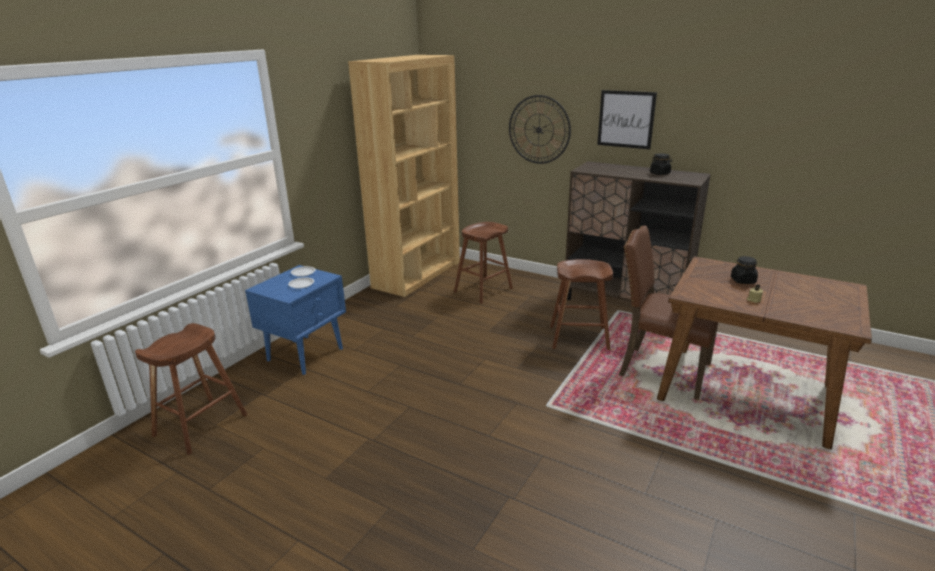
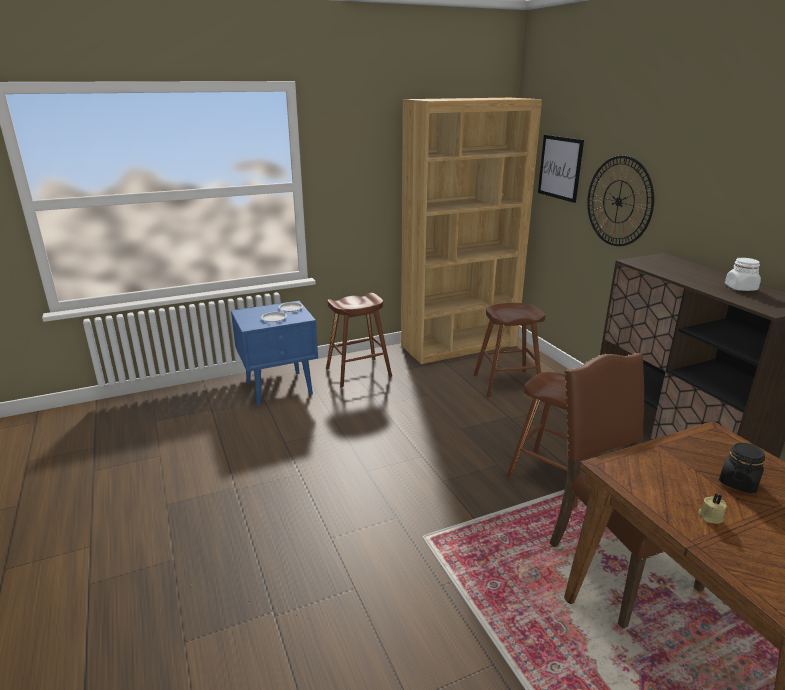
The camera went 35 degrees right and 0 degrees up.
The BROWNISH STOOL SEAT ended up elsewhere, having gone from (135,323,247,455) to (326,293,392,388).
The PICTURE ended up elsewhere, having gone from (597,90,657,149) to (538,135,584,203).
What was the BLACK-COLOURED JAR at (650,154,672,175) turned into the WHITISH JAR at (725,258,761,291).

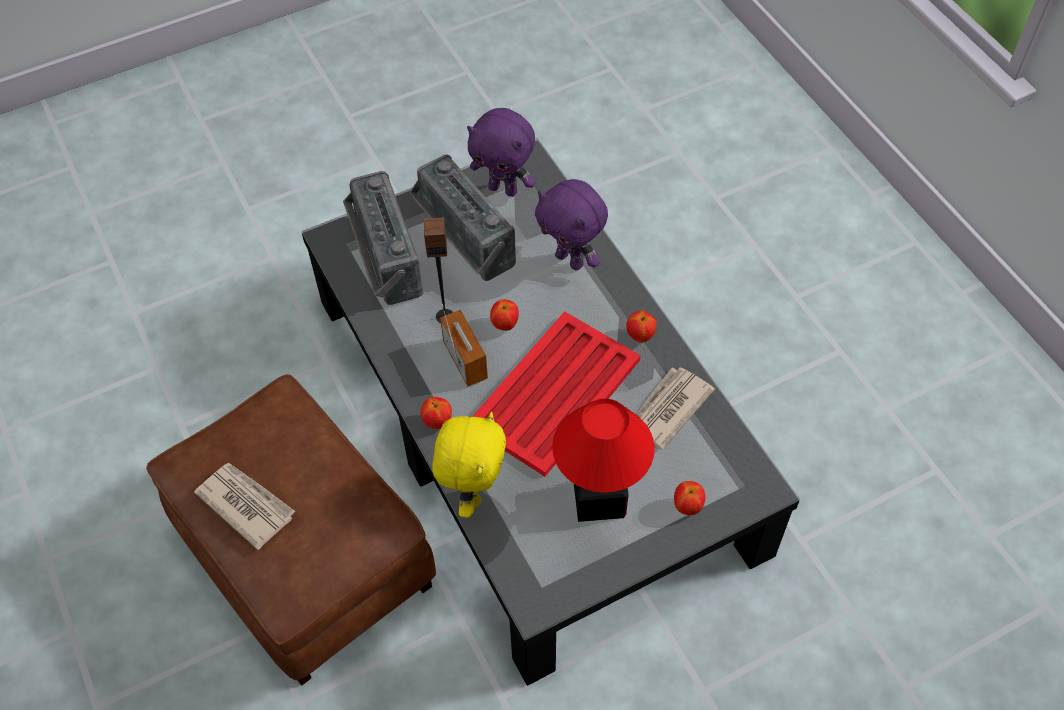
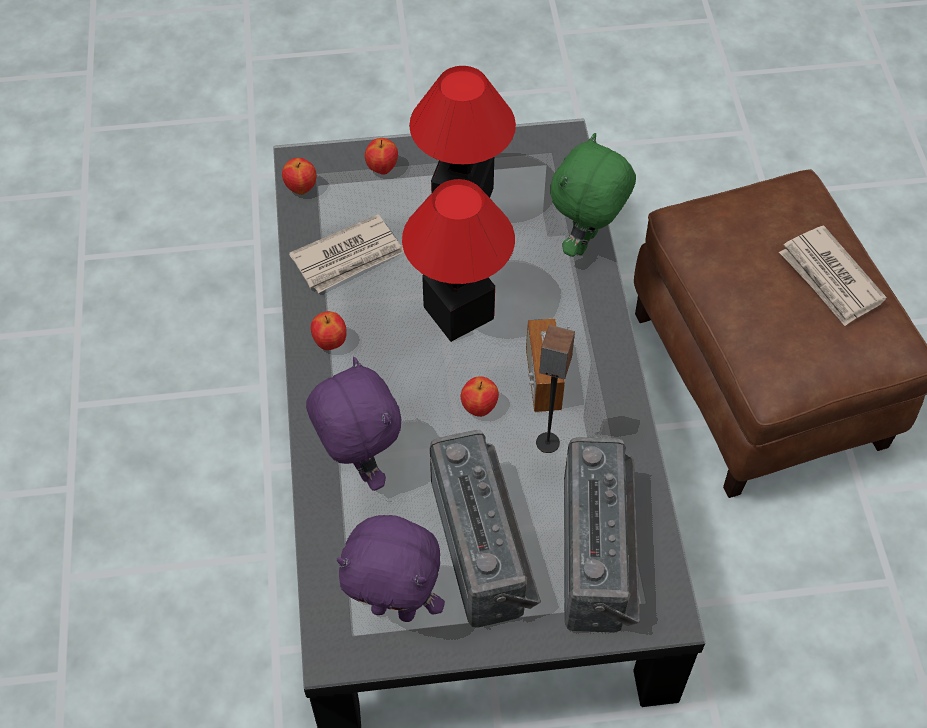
The camera went 160 degrees left and 0 degrees up.
The WHOLE APPLE ended up elsewhere, having gone from (420,397,452,429) to (282,158,316,195).
The PURPLE-COLOURED CUDDLY TOY at (467,108,536,197) ended up facing another way, 150 degrees clockwise from before.
Where the RED TRAY stood at (472,311,641,477), the TABLE LAMP came to stand at (402,179,515,342).
What was the YELLOWISH CUDDLY TOY at (432,412,506,518) turned into the GREENISH CUDDLY TOY at (550,133,636,257).

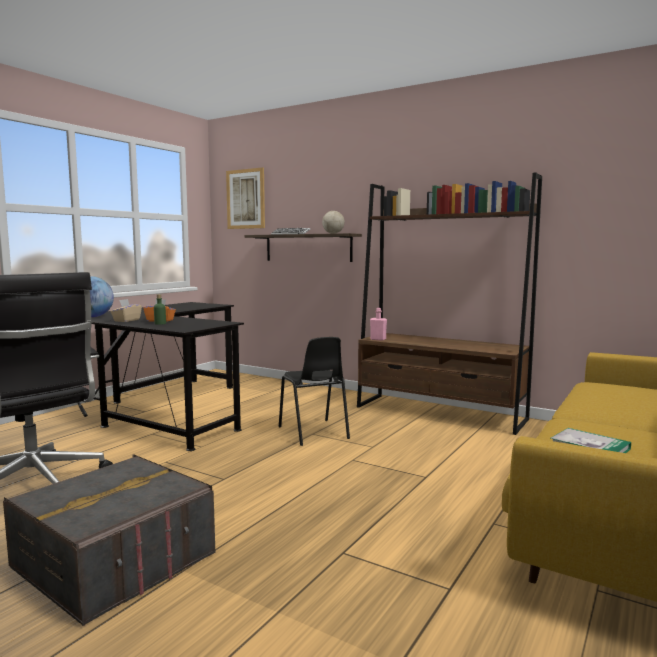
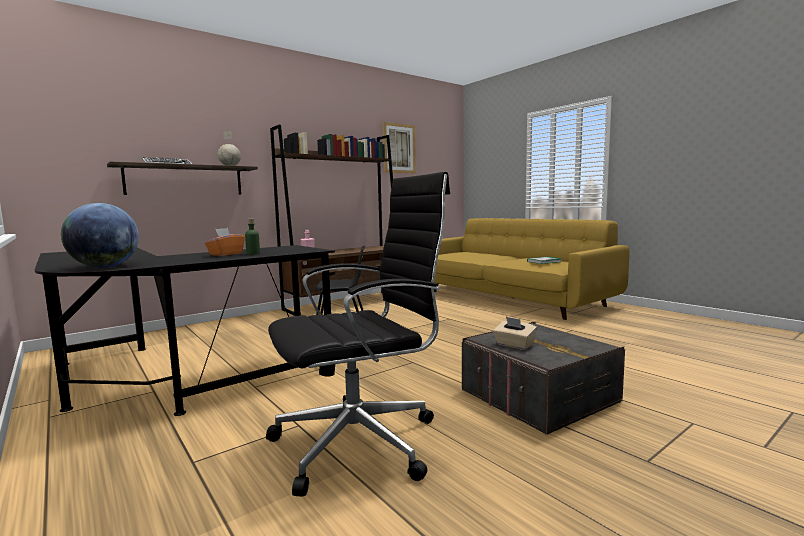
The camera went 70 degrees left and 0 degrees up.
The PICTURE ended up elsewhere, having gone from (226,167,265,229) to (383,122,416,173).
The BEIGE-COLOURED BOX OF TISSUES ended up elsewhere, having gone from (111,299,142,322) to (493,317,537,350).

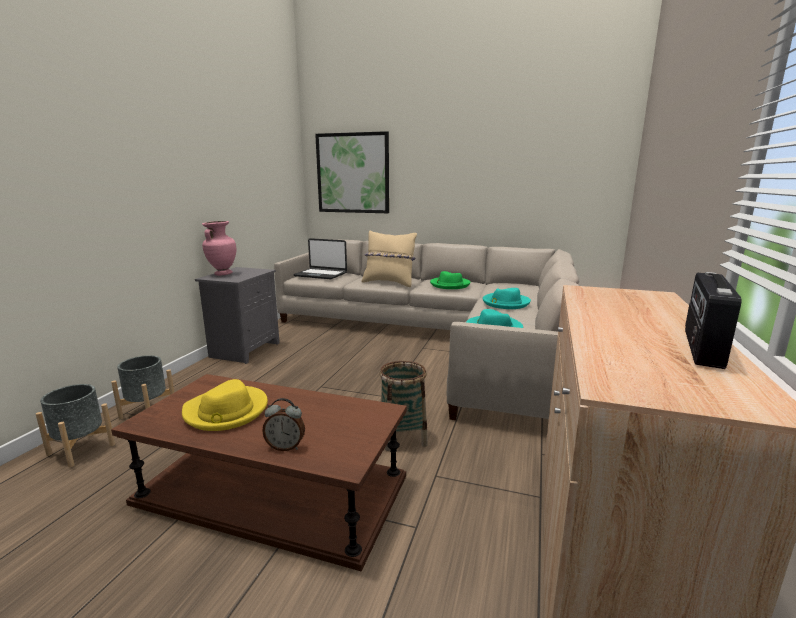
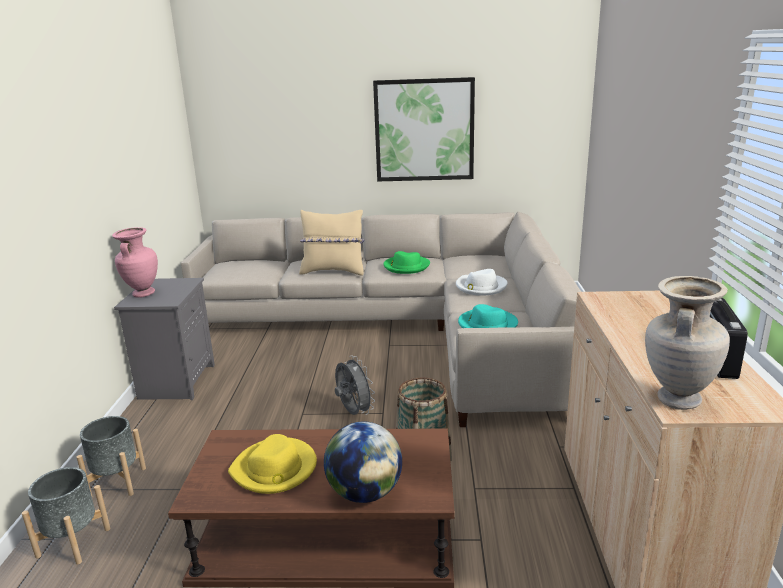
The camera went 15 degrees left and 5 degrees up.
Where the ALARM CLOCK stood at (262,398,305,451), the WORLD GLOBE came to stand at (324,422,402,503).
The second view gained the GRAY ELECTRIC FAN at (335,356,375,415).
The PICTURE ended up elsewhere, having gone from (315,131,389,213) to (373,77,475,181).
What was the TURQUOISE WEARABLE HAT at (483,288,531,309) turned into the WHITISH WEARABLE HAT at (456,269,508,296).
The second view gained the BEIGE-COLOURED DECORATIVE VASE at (645,276,730,410).
The second view lost the NOTEBOOK COMPUTER at (293,238,347,279).

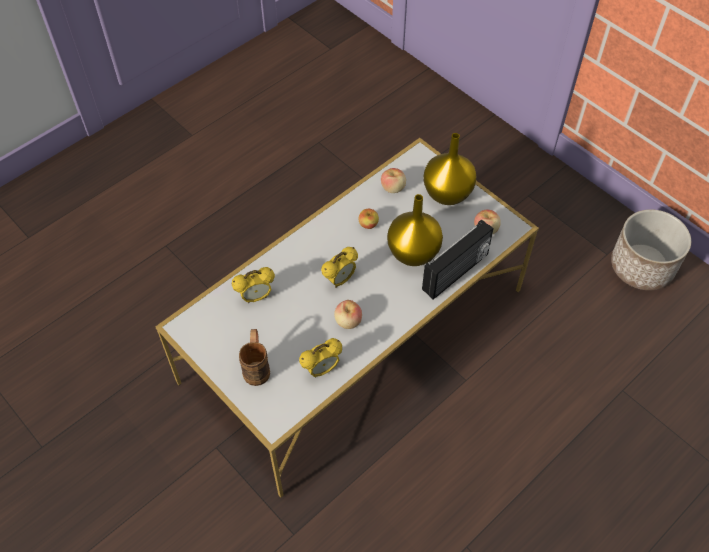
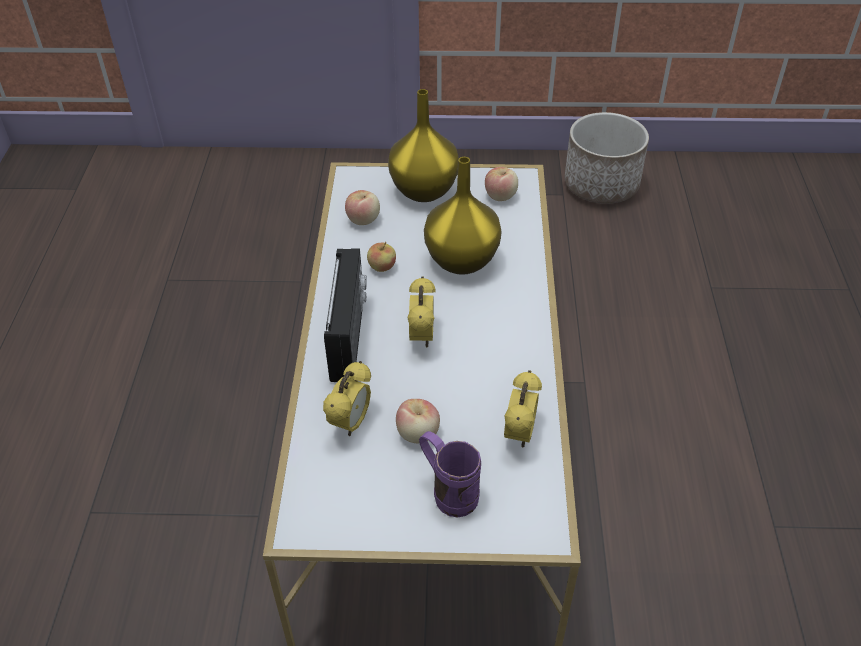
The camera went 45 degrees left and 10 degrees down.
The RADIO RECEIVER ended up elsewhere, having gone from (422,219,494,300) to (324,248,367,382).
The WHOLE APPLE ended up elsewhere, having gone from (334,300,362,329) to (396,399,440,443).
What was the BROWNISH MUG at (239,329,270,386) turned into the PURPLE-COLOURED MUG at (419,431,481,517).

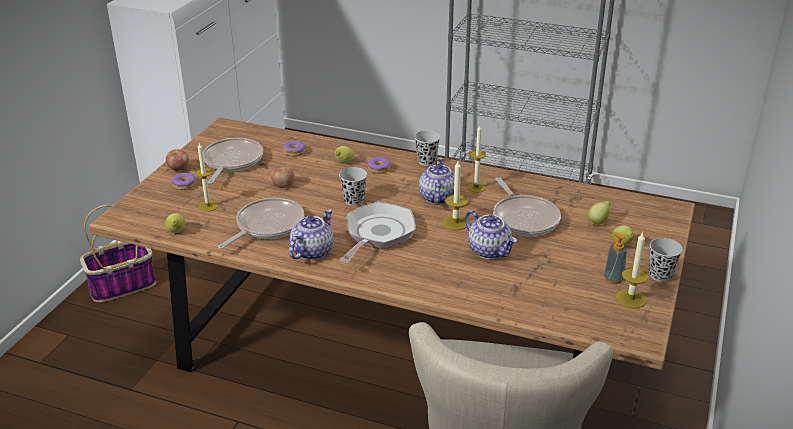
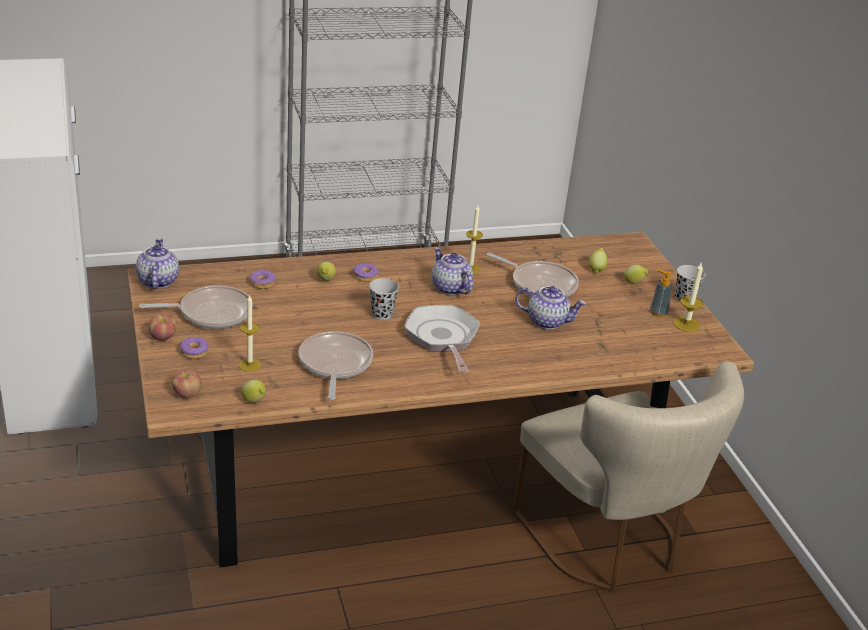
The camera went 40 degrees left and 0 degrees up.
The TEA POT ended up elsewhere, having gone from (289,209,333,260) to (136,238,179,289).
The SKILLET at (203,138,263,184) ended up facing another way, 105 degrees clockwise from before.
The WHOLE APPLE ended up elsewhere, having gone from (271,166,294,188) to (172,370,201,398).
The second view lost the HOUSEHOLD BASKET at (80,205,156,302).
The second view lost the BLACK-COLOURED DRINKING CUP at (414,130,440,166).
The second view lost the WAX CANDLE at (442,161,468,230).

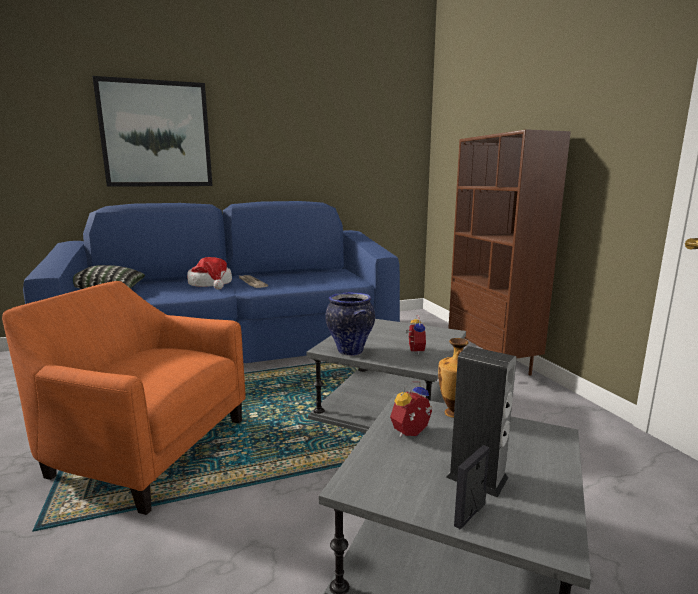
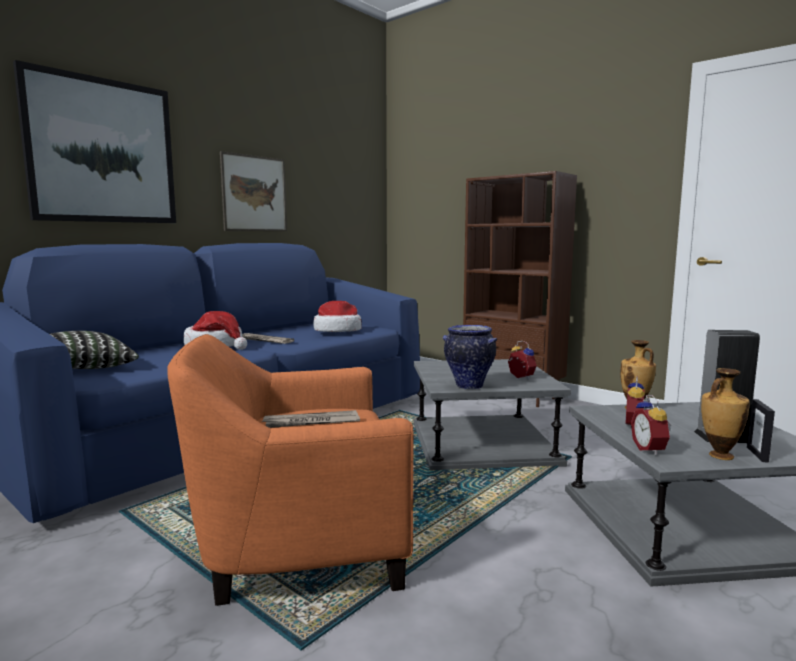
The camera went 30 degrees left and 5 degrees down.
The second view gained the PICTURE at (220,151,287,231).
The second view gained the NEWSPAPER at (262,410,360,428).
The second view gained the WEARABLE HAT at (313,301,362,332).
The second view gained the ALARM CLOCK at (631,395,672,456).
The second view gained the DECORATIVE VASE at (701,368,750,460).

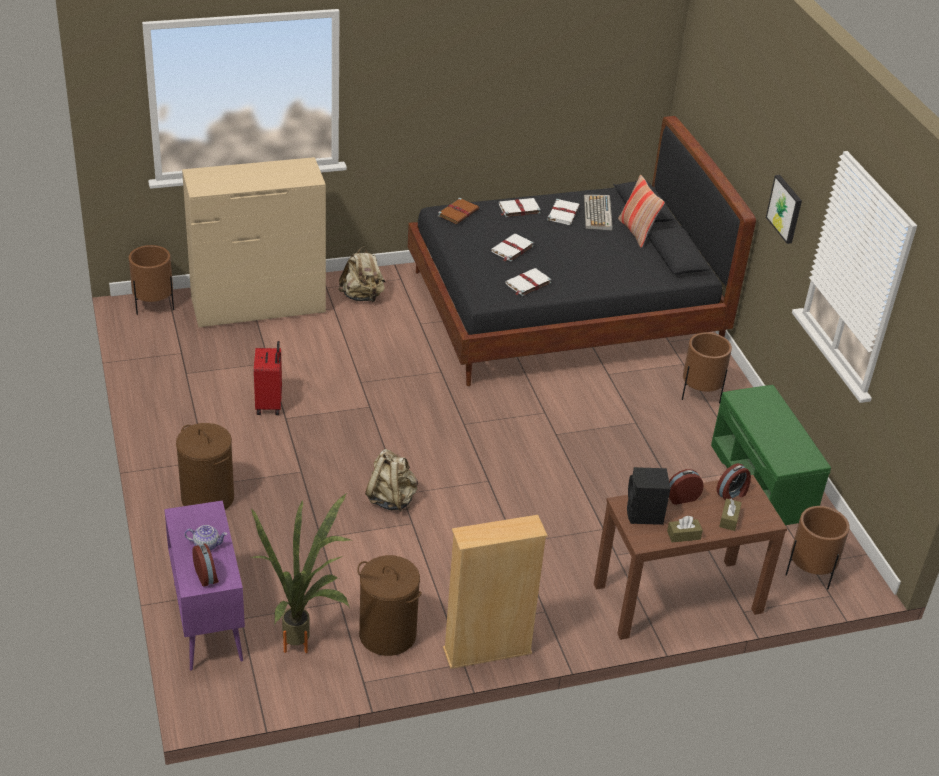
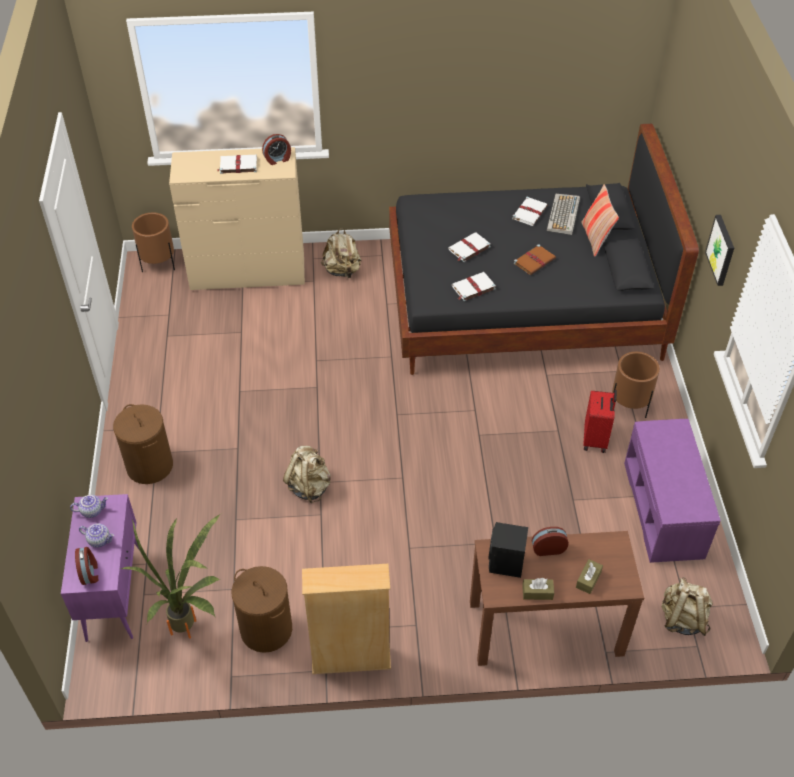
The camera went 15 degrees right and 10 degrees up.
The second view gained the TEA POT at (70,495,108,518).
The WHITISH VOLUME ended up elsewhere, having gone from (499,198,541,217) to (218,155,257,174).
The ALARM CLOCK ended up elsewhere, having gone from (717,463,751,501) to (262,134,291,165).
The BROWNISH VOLUME ended up elsewhere, having gone from (438,198,479,224) to (514,244,556,275).
The RED SUITCASE ended up elsewhere, having gone from (254,341,282,415) to (583,390,617,453).
What was the GREENISH INDOOR BENCH at (711,385,831,525) turned into the PURPLE-COLOURED INDOOR BENCH at (624,419,720,563).
Where the BROWNISH PLANTER stood at (785,506,850,590), the BEIGE-COLOURED BACKPACK came to stand at (661,577,713,636).

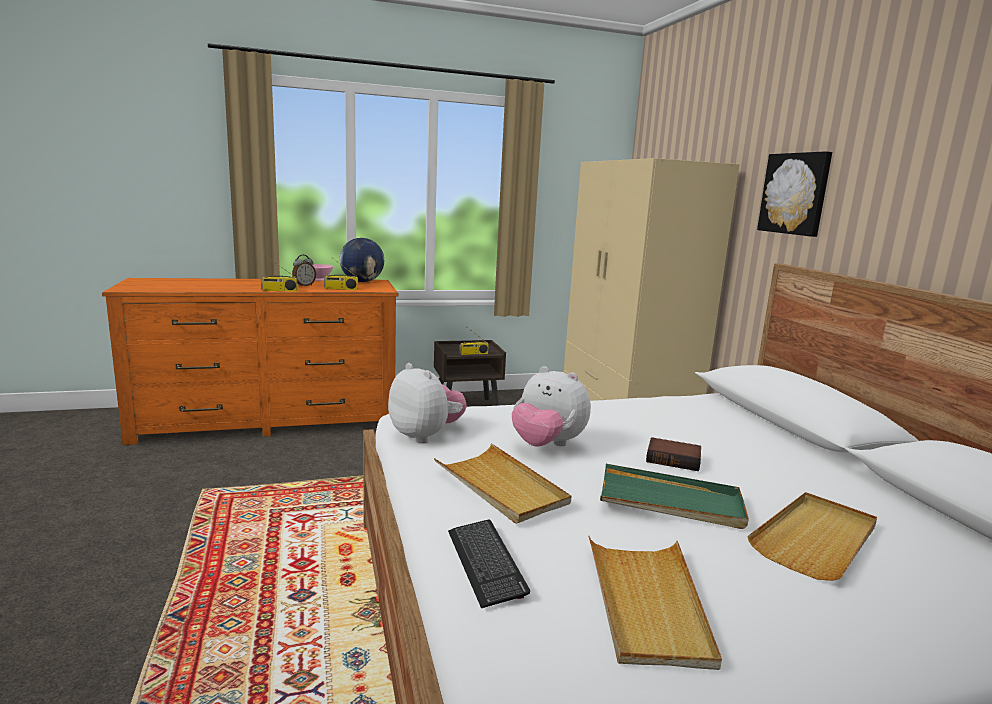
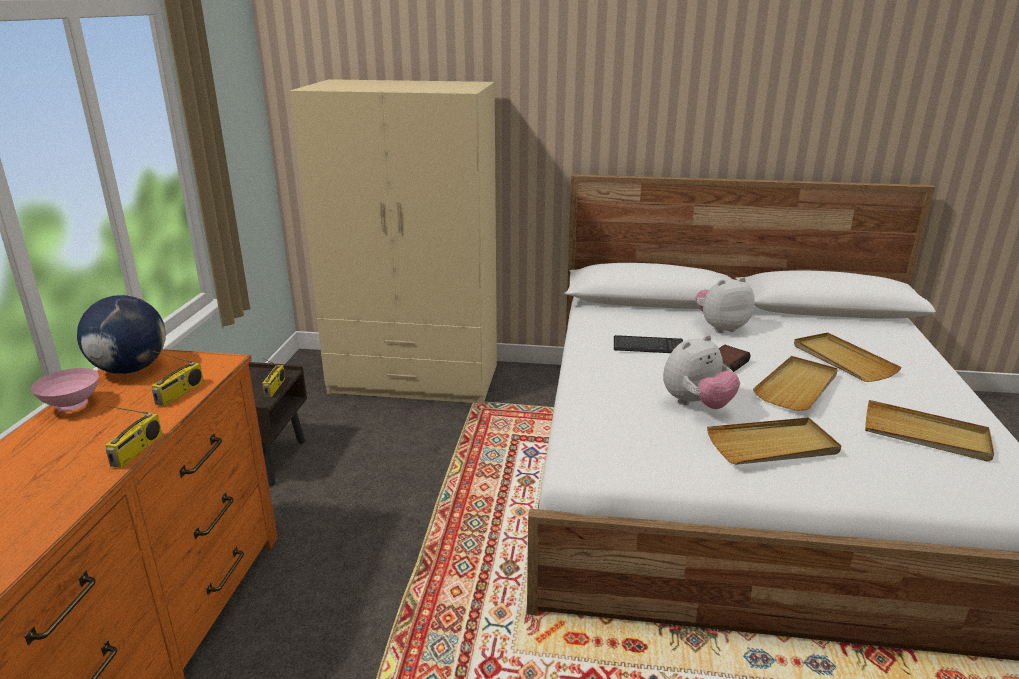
The camera went 65 degrees left and 10 degrees up.
The PC KEYBOARD ended up elsewhere, having gone from (448,519,530,608) to (614,335,683,353).
The CUDDLY TOY ended up elsewhere, having gone from (388,363,466,443) to (696,277,755,333).
What was the GREENISH TRAY at (600,464,749,529) turned into the BEIGE-COLOURED TRAY at (753,356,838,411).
The second view lost the ALARM CLOCK at (292,255,316,287).
The second view lost the PICTURE at (757,151,832,237).

